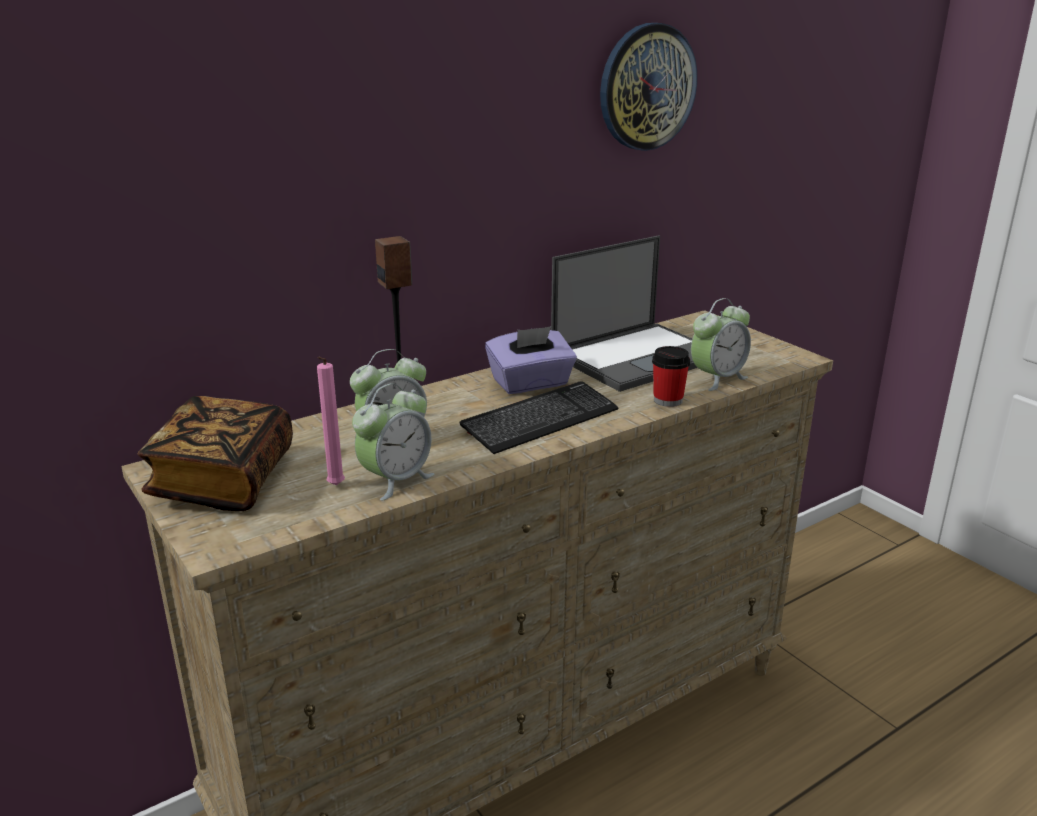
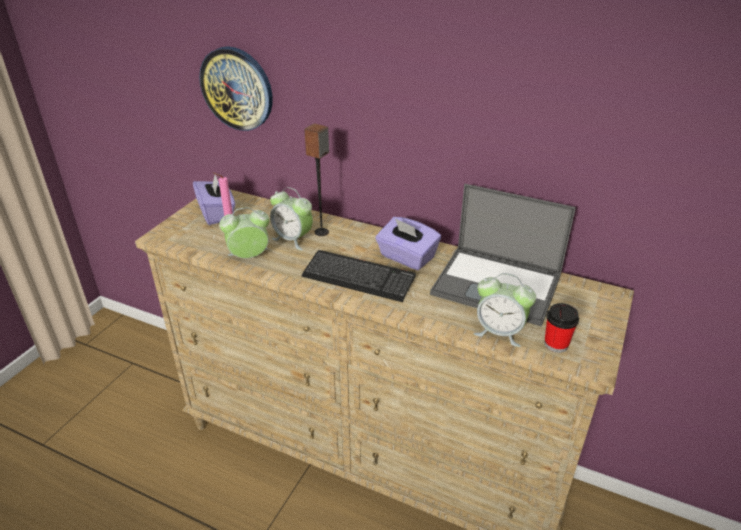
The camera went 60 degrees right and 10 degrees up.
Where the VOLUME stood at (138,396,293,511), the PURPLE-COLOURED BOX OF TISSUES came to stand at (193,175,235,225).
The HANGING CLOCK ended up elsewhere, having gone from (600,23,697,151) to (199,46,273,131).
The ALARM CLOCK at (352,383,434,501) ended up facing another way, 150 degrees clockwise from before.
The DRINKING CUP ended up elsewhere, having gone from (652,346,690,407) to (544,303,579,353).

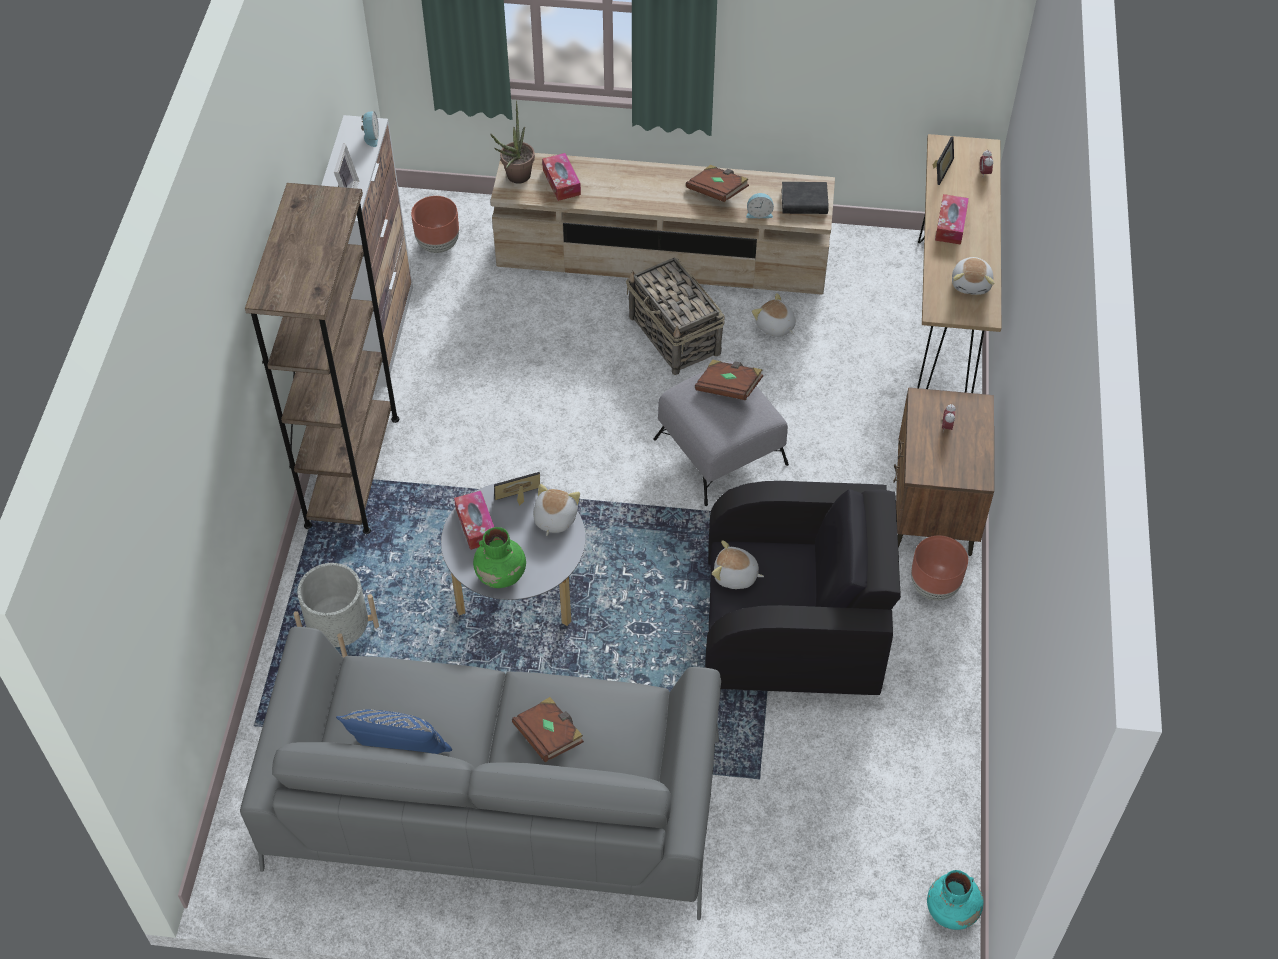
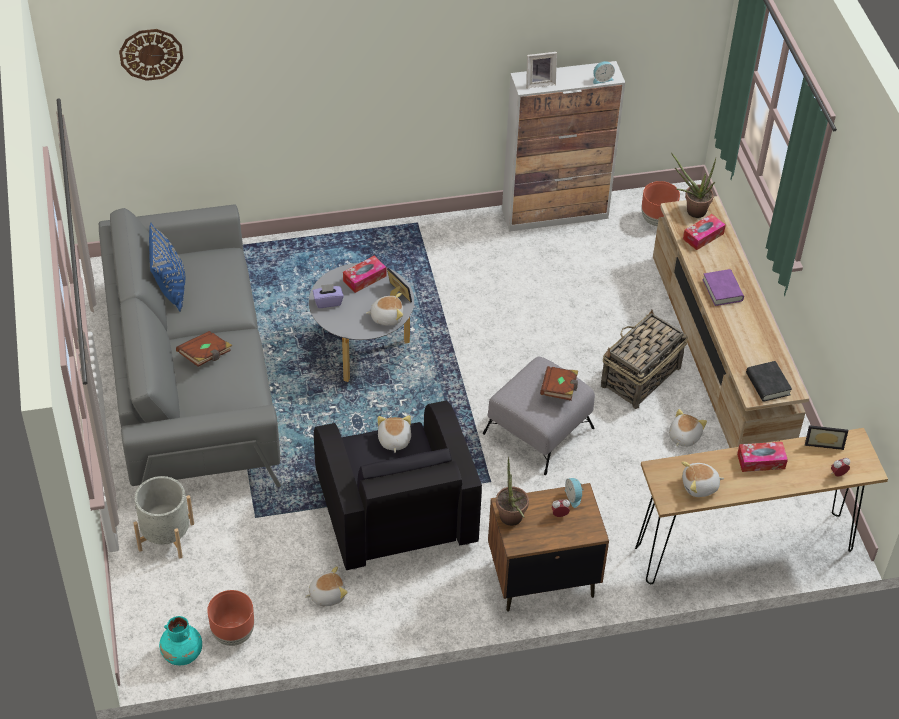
The camera went 70 degrees right and 5 degrees down.
The second view gained the HANGING CLOCK at (119,29,183,81).
The GRAY PLANTER ended up elsewhere, having gone from (293,563,379,658) to (133,476,194,558).
The BROWNISH PLANTER ended up elsewhere, having gone from (911,535,968,601) to (207,590,254,646).
The second view gained the CUDDLY TOY at (305,566,348,606).
Where the GREENISH DECORATIVE VASE stood at (473,527,526,588), the PURPLE-COLOURED BOX OF TISSUES came to stand at (313,284,344,308).
The second view gained the POTTED PLANT at (496,457,529,526).
The ALARM CLOCK ended up elsewhere, having gone from (746,193,774,218) to (565,478,584,508).
The second view gained the PURPLE-COLOURED VOLUME at (703,269,744,306).
The second view lost the BROWNISH BOOKCASE at (245,183,399,534).
The second view lost the BROWNISH VOLUME at (686,165,749,202).

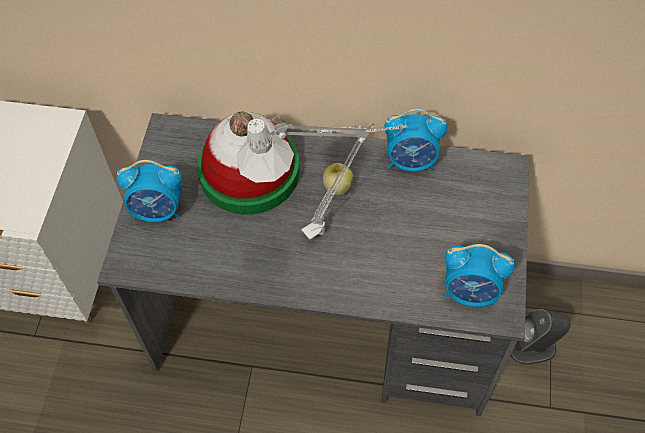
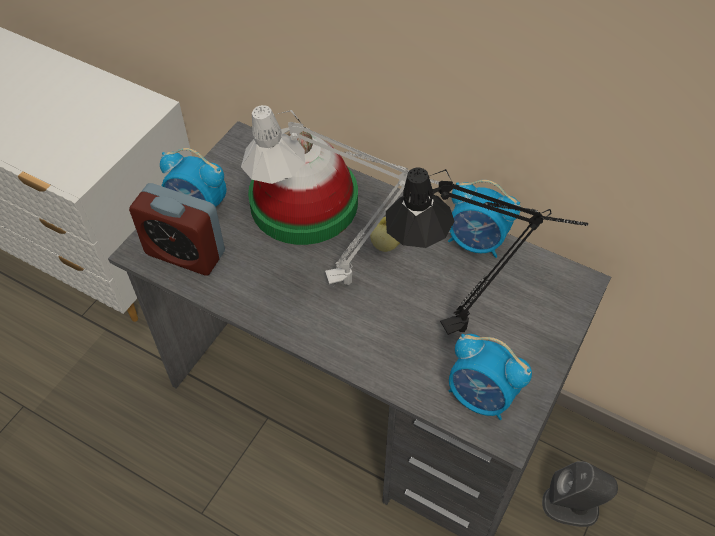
The camera went 20 degrees right and 5 degrees down.
The second view gained the ALARM CLOCK at (129,183,225,276).
The second view gained the BLACK-COLOURED TABLE LAMP at (386,168,588,335).

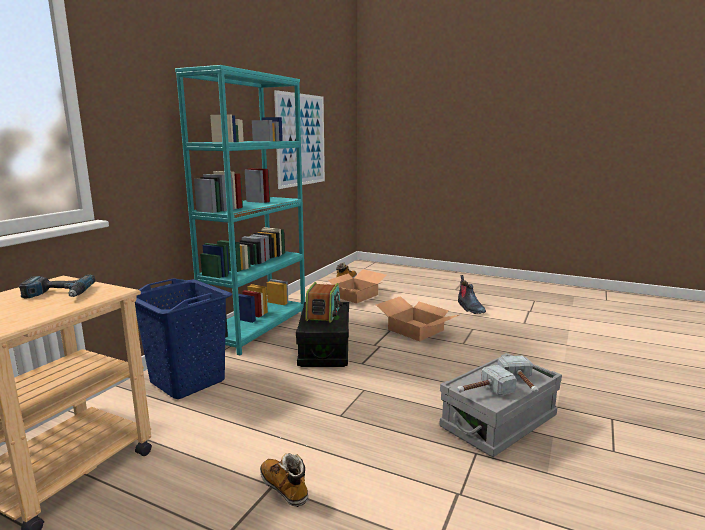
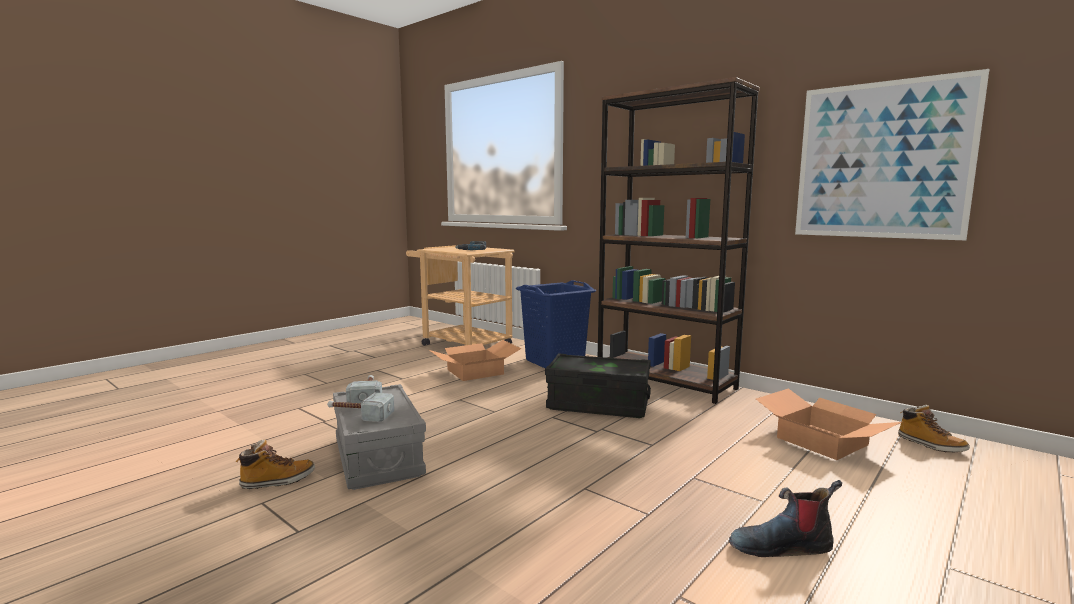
The camera went 105 degrees right and 5 degrees down.
The BOOT ended up elsewhere, having gone from (260,453,308,507) to (236,439,315,489).
The CARDBOARD BOX ended up elsewhere, having gone from (376,296,459,342) to (429,340,521,381).
What was the TURQUOISE BOOKCASE at (175,65,305,356) turned into the BROWNISH BOOKCASE at (598,77,760,404).
The second view lost the RADIO RECEIVER at (305,282,343,323).

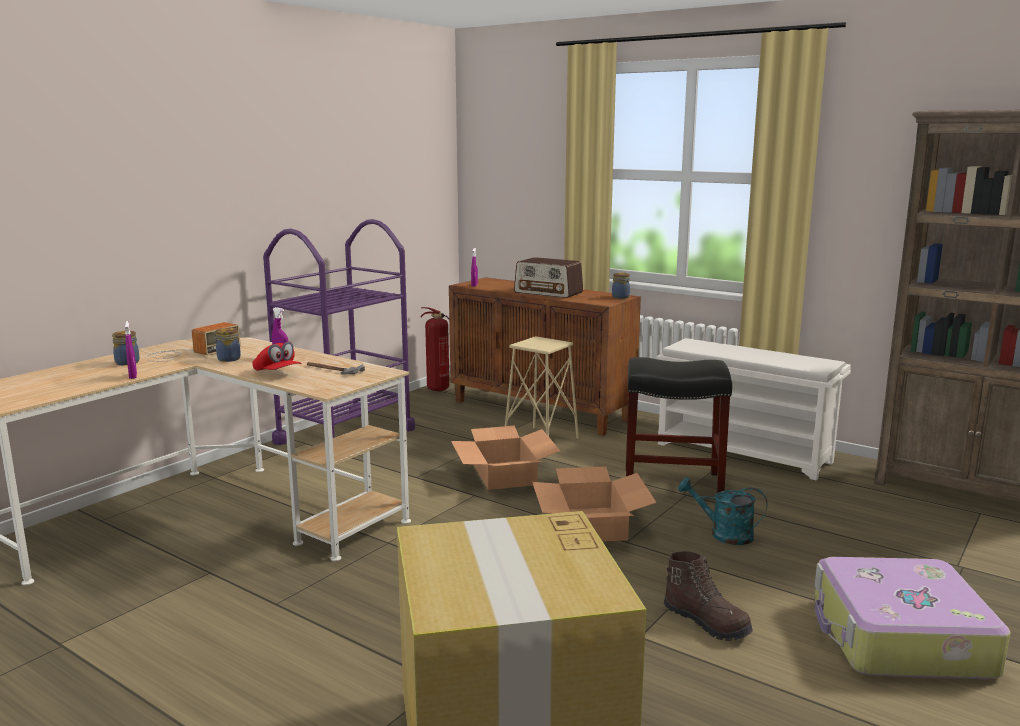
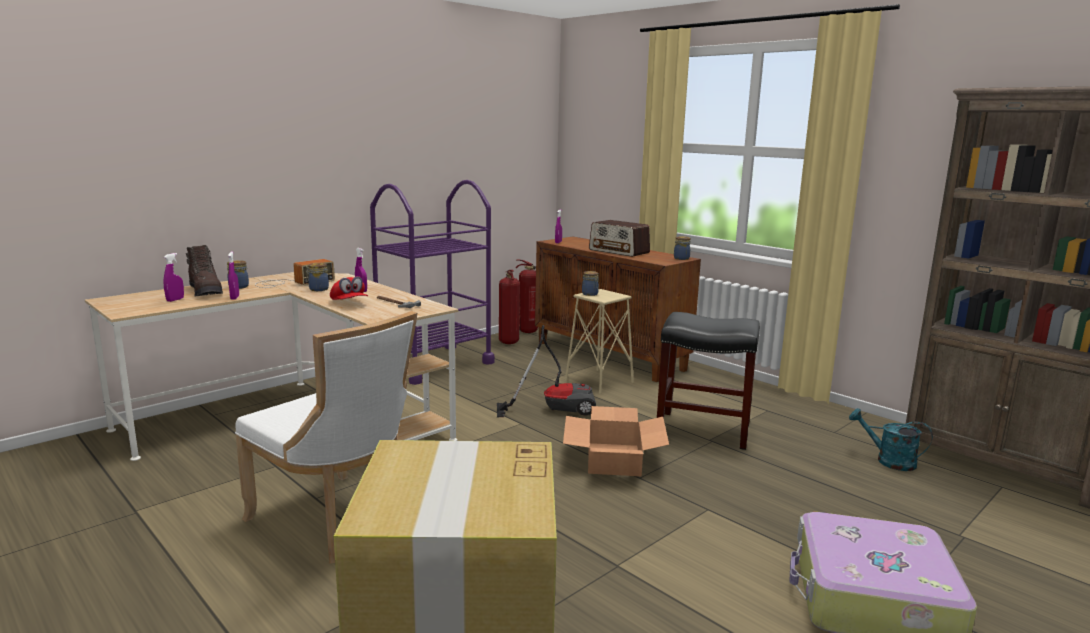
The camera went 10 degrees right and 0 degrees up.
The second view gained the PURPLE-COLOURED SPRAYER at (164,253,184,302).
The BROWNISH BOOT ended up elsewhere, having gone from (664,551,753,641) to (186,245,223,296).
The second view gained the WHITISH CHAIR at (235,311,417,564).
Where the CARDBOARD BOX stood at (451,425,560,490), the VACUUM came to stand at (497,325,596,417).
The second view gained the FIRE EXTINGUISHER at (499,270,520,344).
The second view gained the JAR at (582,271,599,296).
The TURQUOISE SPRINKLING CAN ended up elsewhere, having gone from (678,477,768,545) to (849,408,933,471).
The second view lost the WHITISH SHOE SHELF at (656,338,851,480).

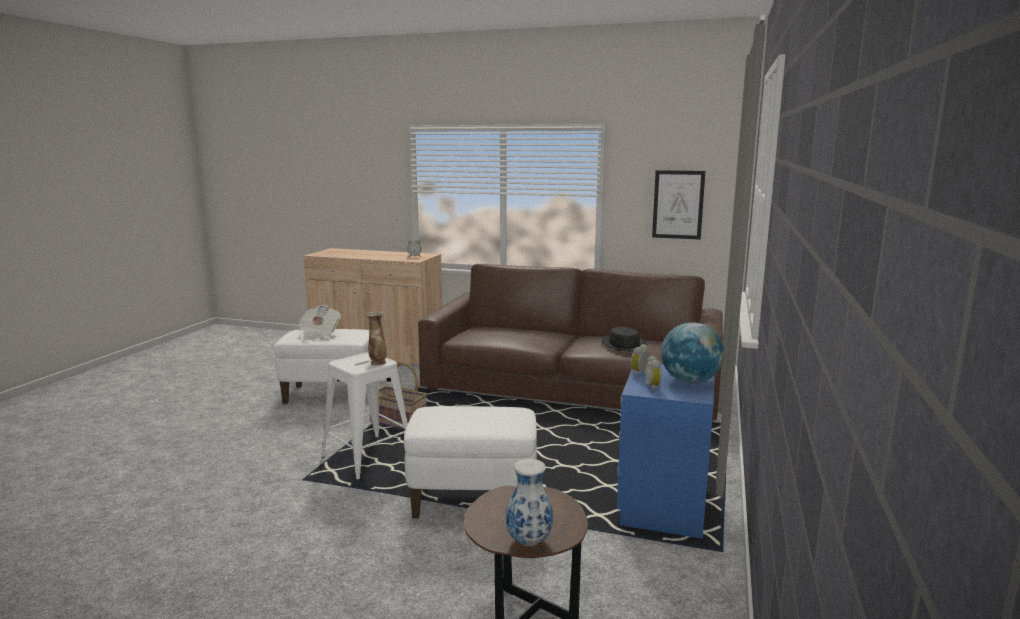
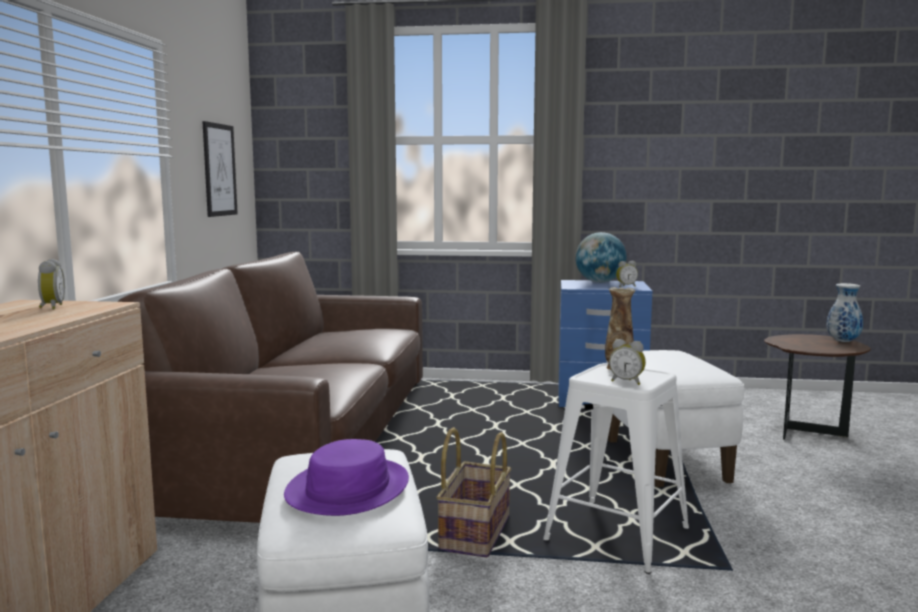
The camera went 100 degrees left and 5 degrees down.
Where the NEWSPAPER stood at (298,305,341,341), the PURPLE-COLOURED WEARABLE HAT came to stand at (284,439,409,516).
The ALARM CLOCK ended up elsewhere, having gone from (630,344,650,376) to (609,339,646,385).
The second view lost the BLACK-COLOURED WEARABLE HAT at (601,327,648,351).

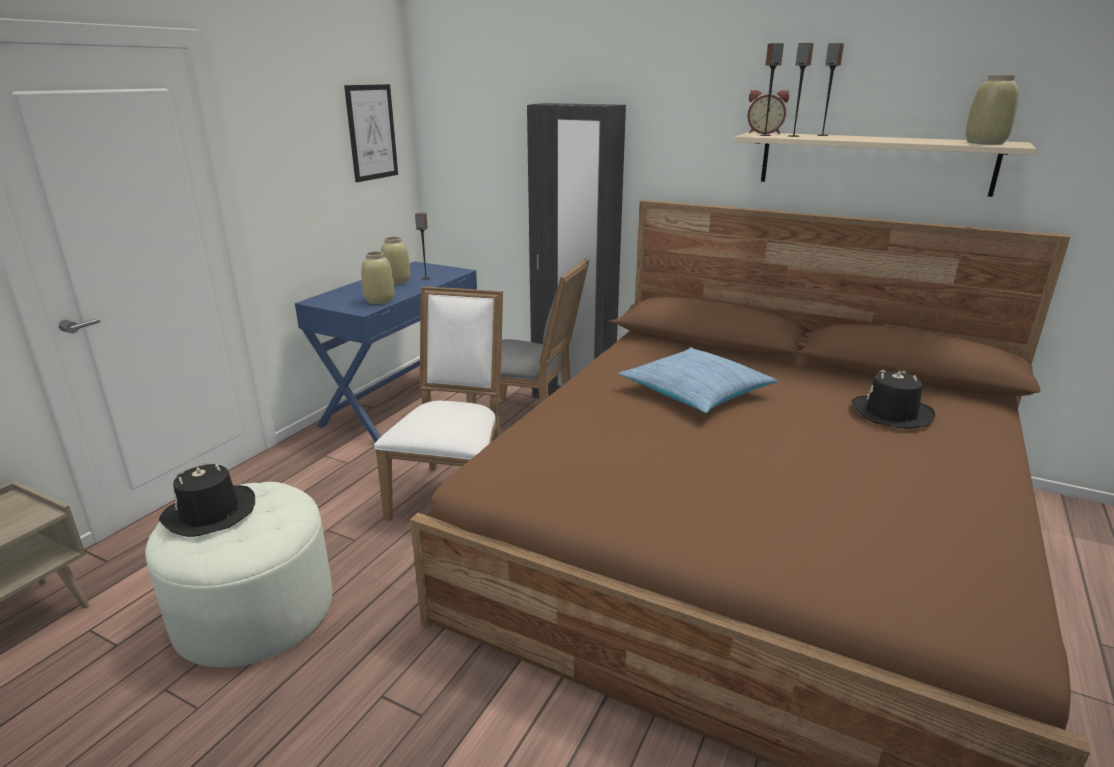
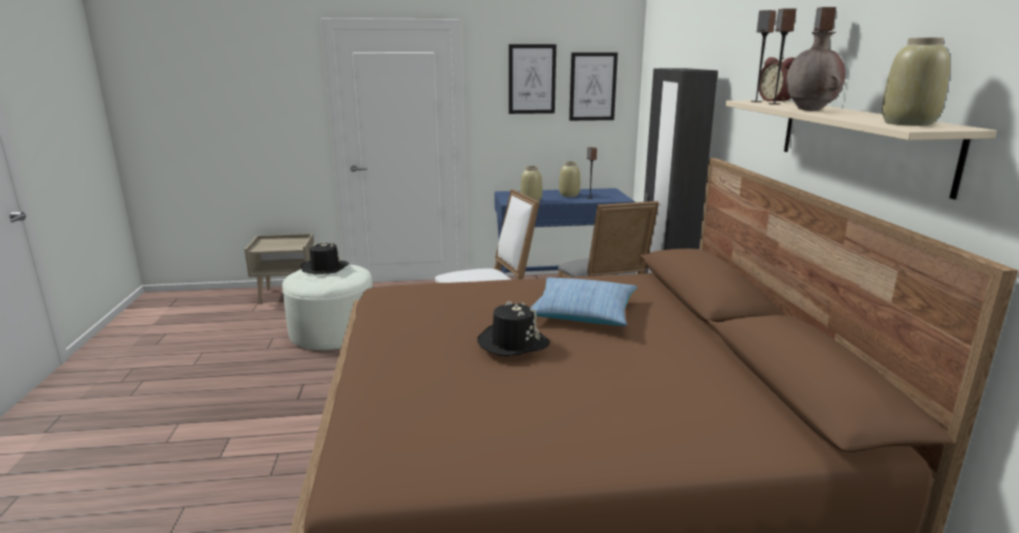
The camera went 55 degrees right and 5 degrees down.
The BLACK-COLOURED WEARABLE HAT ended up elsewhere, having gone from (851,370,935,429) to (477,301,550,356).
The second view gained the PICTURE at (509,44,556,114).
The second view gained the BROWNISH DECORATIVE VASE at (787,31,845,111).

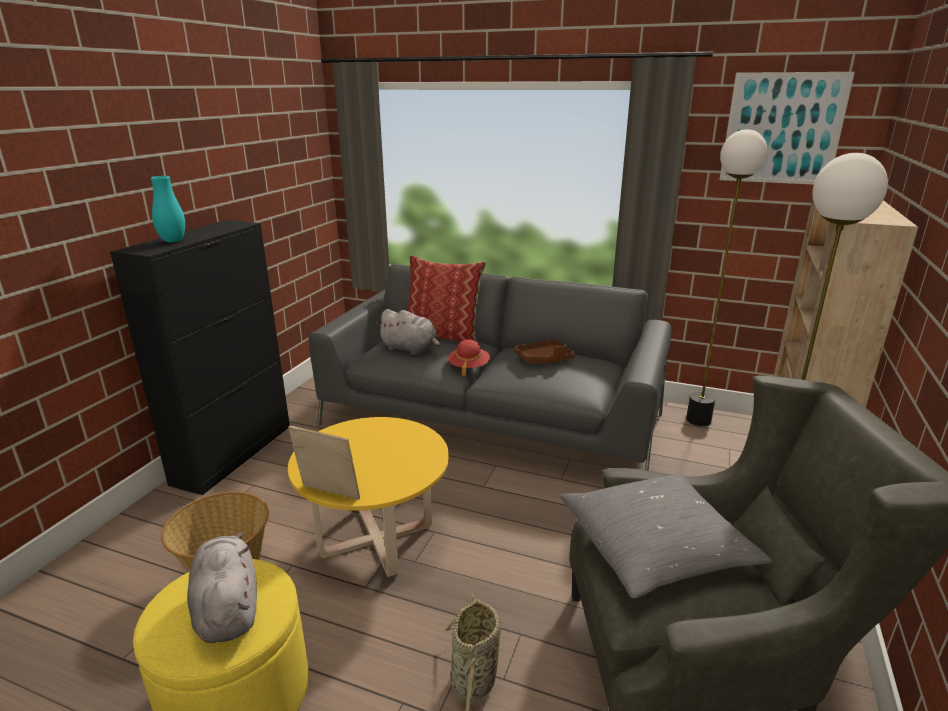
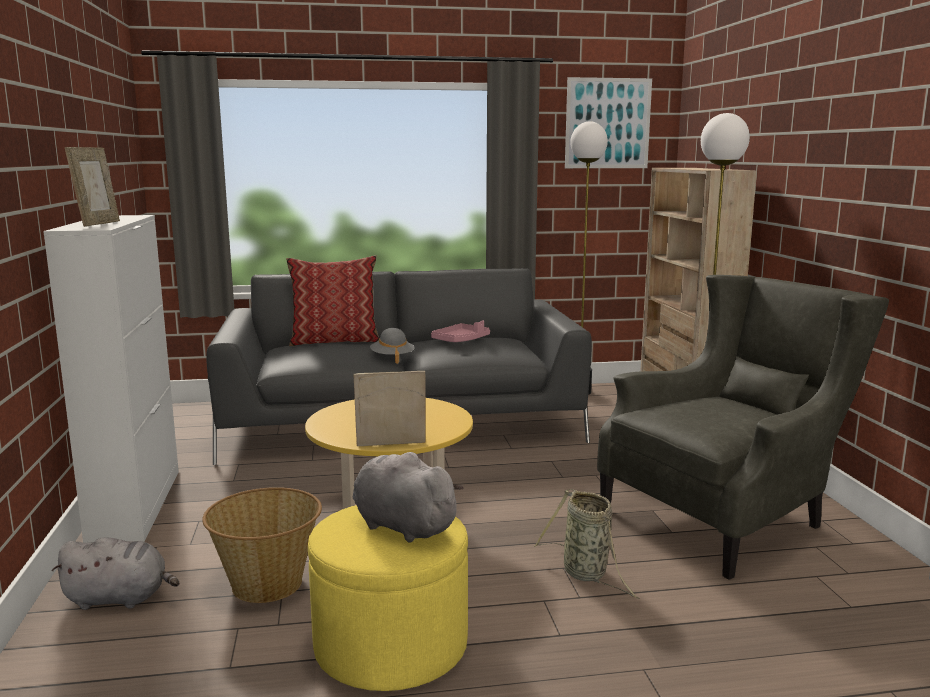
The camera went 30 degrees left and 10 degrees down.
What was the BLACK-COLOURED CABINET at (110,220,290,495) turned into the WHITISH CABINET at (43,215,179,543).
The GRAY CUDDLY TOY ended up elsewhere, having gone from (376,309,440,355) to (52,537,179,610).
Where the TURQUOISE DECORATIVE VASE stood at (151,176,185,243), the PICTURE FRAME came to stand at (65,147,120,227).
What was the RED WEARABLE HAT at (448,340,490,376) turned into the GRAY WEARABLE HAT at (370,328,415,364).
What was the BROWNISH TRAY at (514,339,575,364) turned into the PINK-COLOURED TRAY at (431,321,490,342).
The second view lost the GRAY CUSHION at (560,473,772,599).

